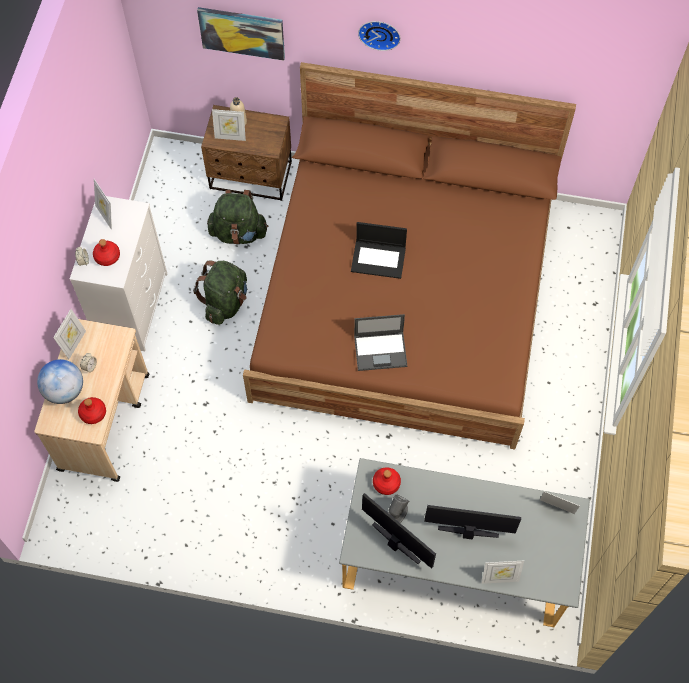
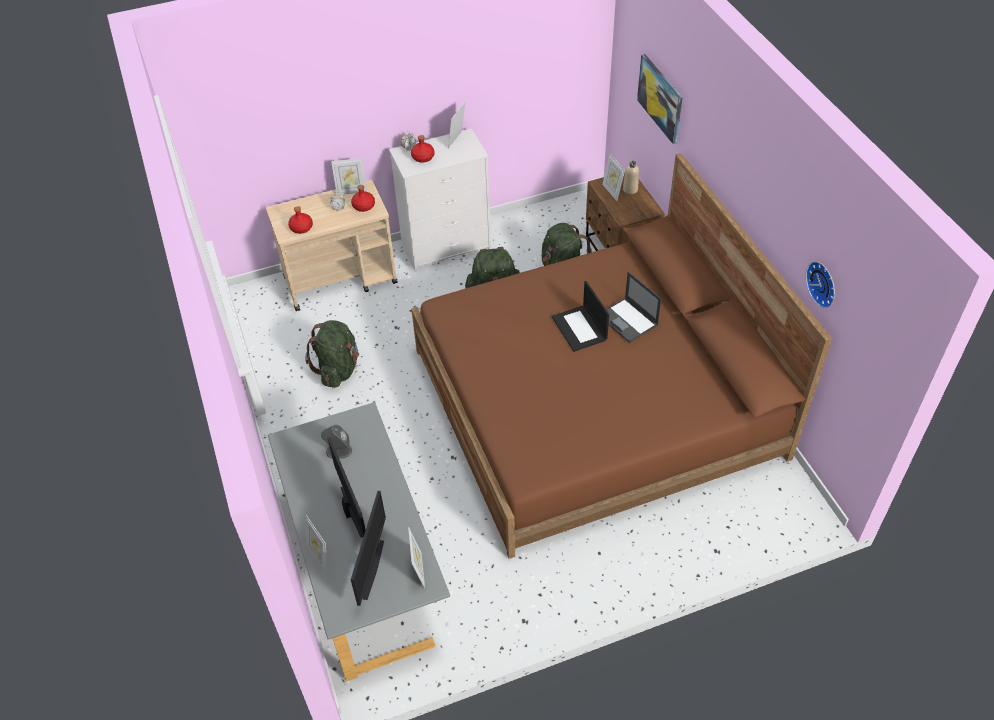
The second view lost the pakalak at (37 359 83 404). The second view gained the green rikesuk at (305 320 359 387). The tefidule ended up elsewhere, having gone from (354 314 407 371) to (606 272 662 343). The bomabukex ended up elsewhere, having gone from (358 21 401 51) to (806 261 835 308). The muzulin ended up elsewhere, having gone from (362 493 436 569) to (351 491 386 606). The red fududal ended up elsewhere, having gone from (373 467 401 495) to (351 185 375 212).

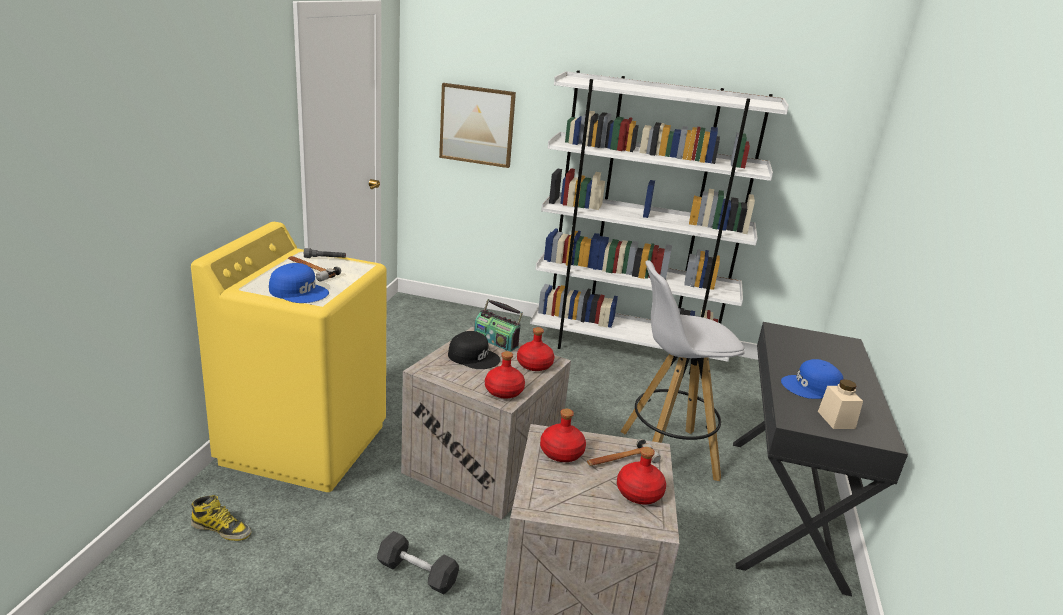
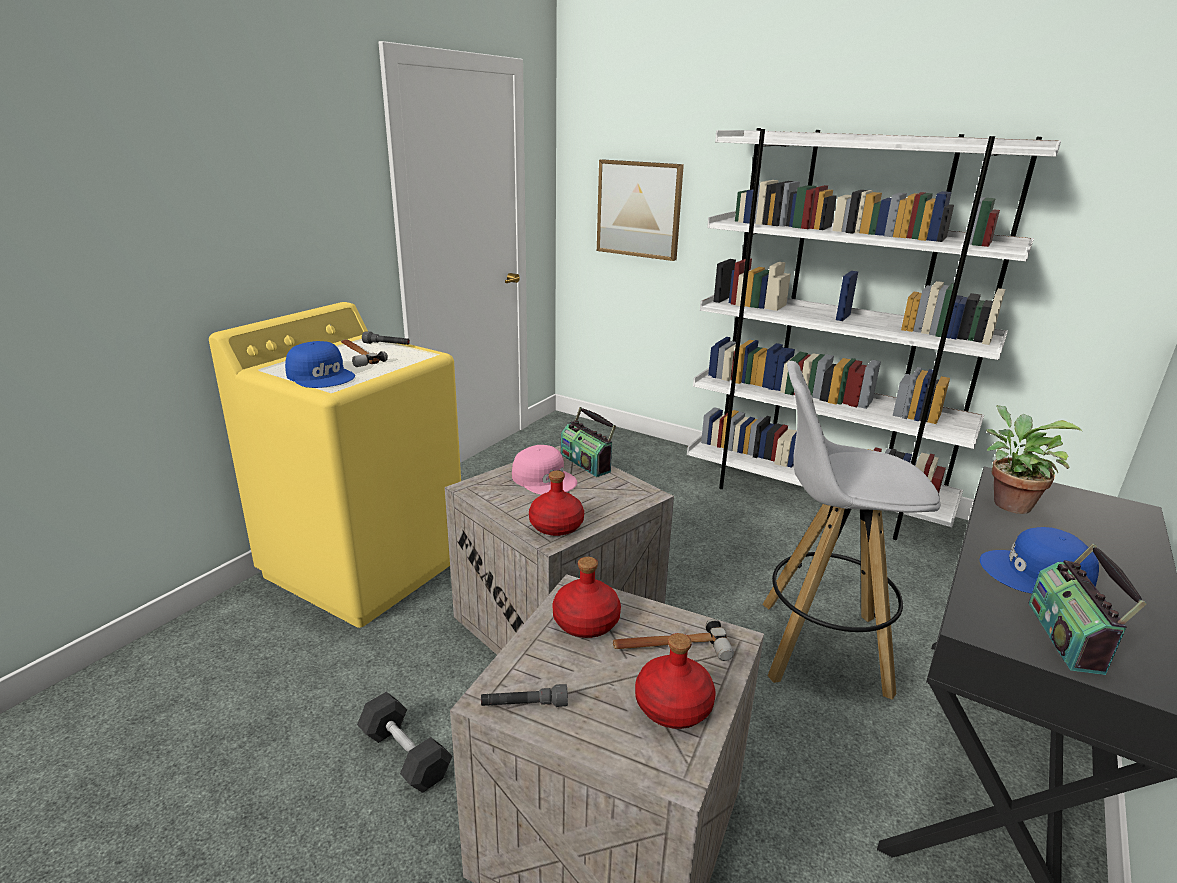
The second view lost the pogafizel at (191 495 251 541). The second view lost the red fududal at (517 327 555 371). The second view gained the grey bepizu at (481 684 568 707). The second view gained the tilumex at (986 405 1083 514). Where the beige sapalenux stood at (818 379 863 429), the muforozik came to stand at (1029 544 1146 675). What was the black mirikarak at (448 331 501 369) turned into the pink mirikarak at (512 445 577 495).

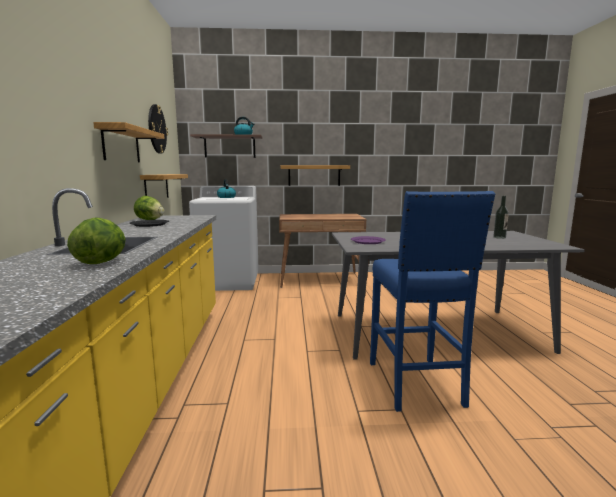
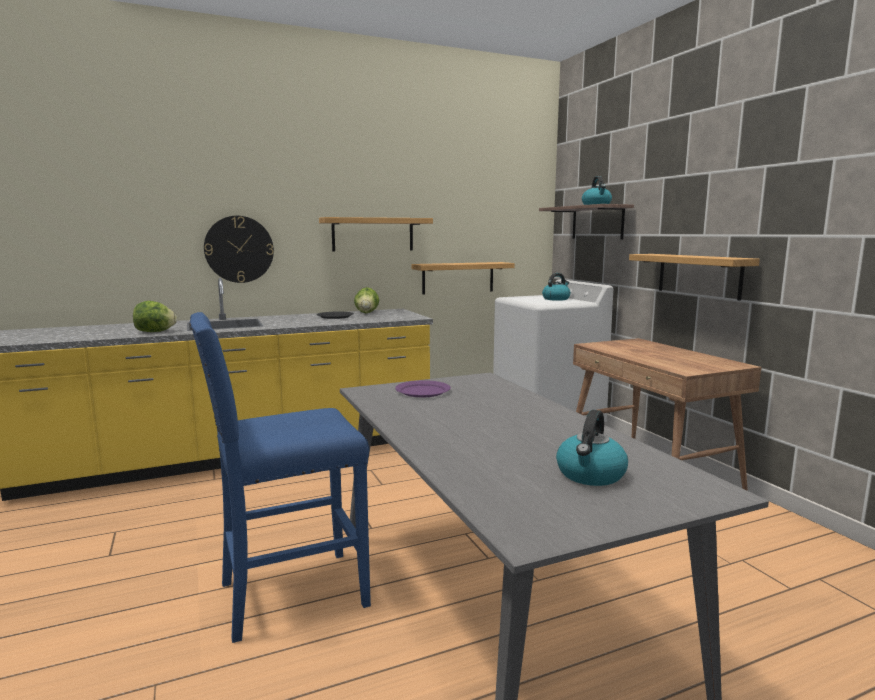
The bomabukex ended up elsewhere, having gone from (148 104 168 153) to (204 216 274 283). Where the fududal stood at (493 196 509 239), the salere came to stand at (556 410 628 486).

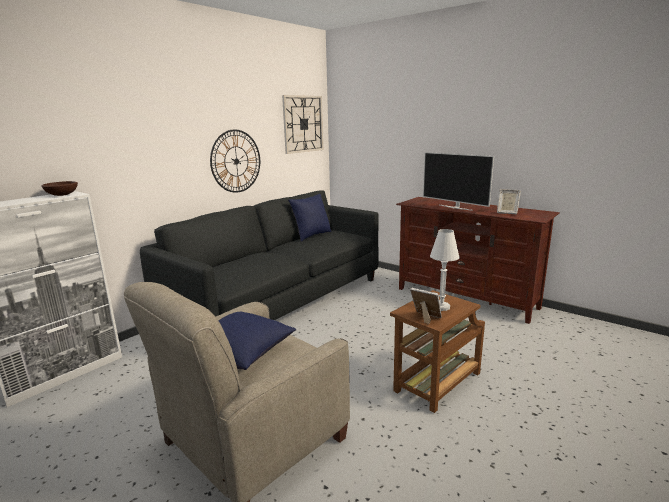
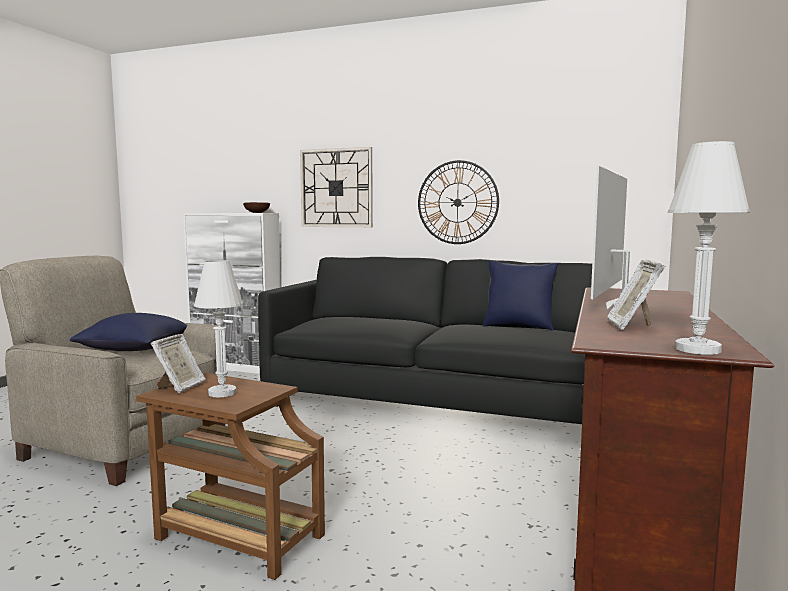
The second view gained the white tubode at (668 141 750 355). The bomabukex ended up elsewhere, having gone from (282 95 323 154) to (300 147 373 227).

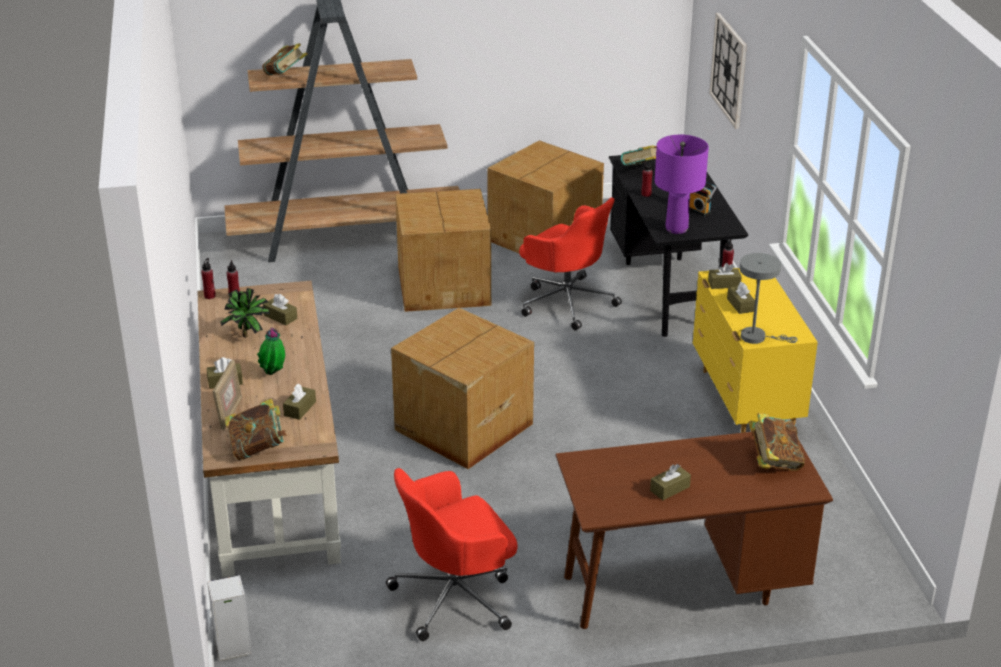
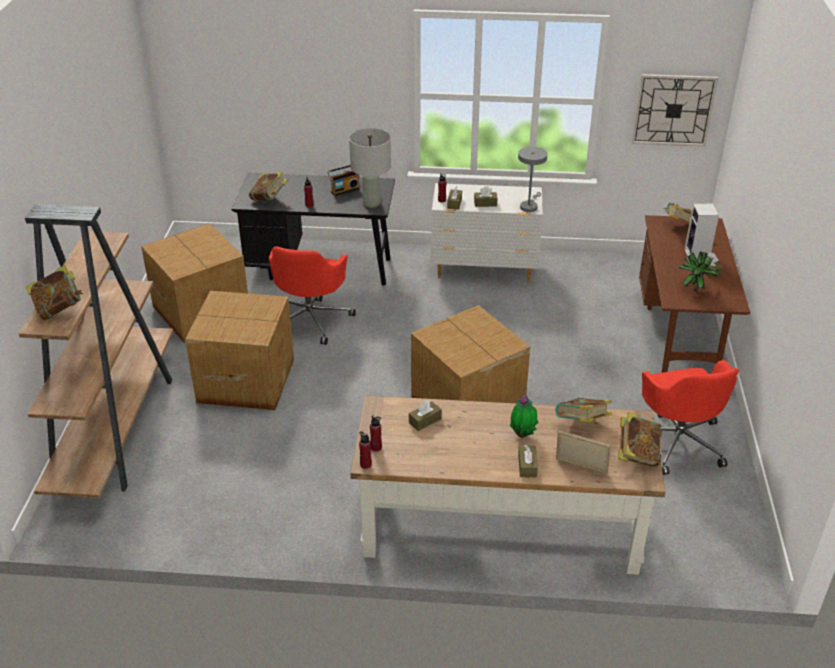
The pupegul ended up elsewhere, having gone from (207 575 252 661) to (684 203 719 259). The tilumex ended up elsewhere, having gone from (220 288 270 337) to (678 252 719 292). The bomabukex ended up elsewhere, having gone from (709 13 747 129) to (632 74 718 147). Where the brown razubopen stood at (283 384 316 420), the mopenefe came to stand at (555 398 612 422). What was the purple tubode at (655 135 709 234) turned into the grey tubode at (349 128 391 208). What was the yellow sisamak at (693 268 818 433) turned into the white sisamak at (431 183 543 282). The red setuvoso at (519 197 622 330) ended up facing another way, 135 degrees clockwise from before.

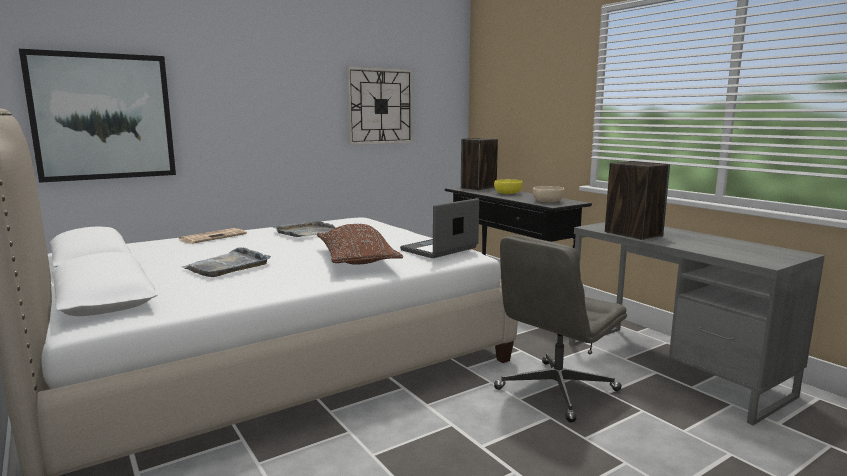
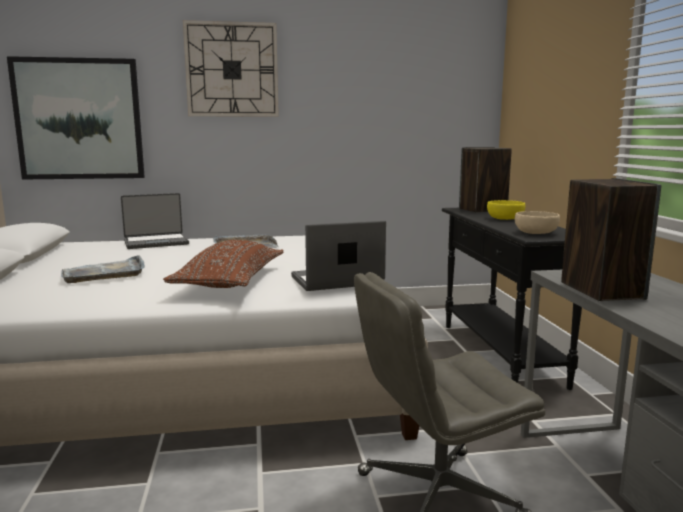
The bomabukex ended up elsewhere, having gone from (346 66 413 145) to (183 20 279 117). Where the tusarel stood at (179 228 247 244), the tefidule came to stand at (121 193 189 249).

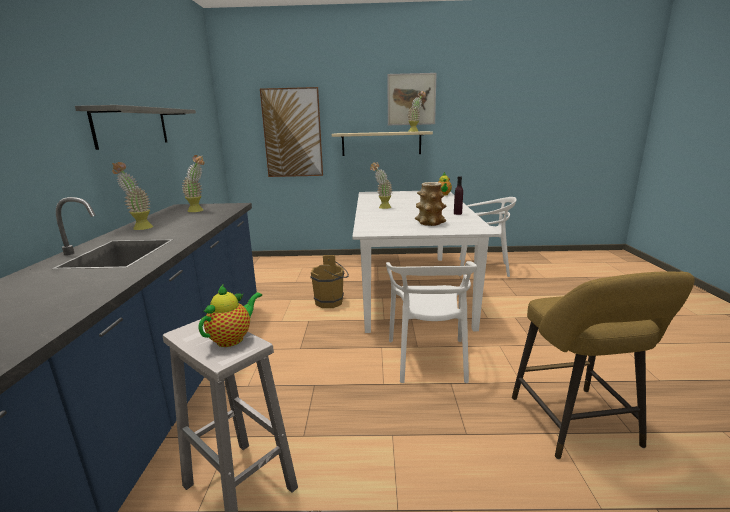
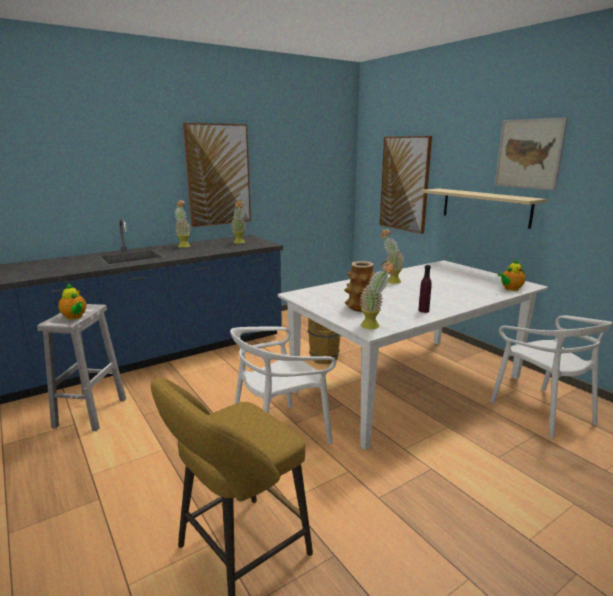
The tilumex ended up elsewhere, having gone from (408 91 426 132) to (360 261 395 329). Where the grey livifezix hung at (75 105 196 150), the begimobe came to hang at (183 123 251 227). The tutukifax at (198 285 262 347) ended up facing another way, 45 degrees clockwise from before.

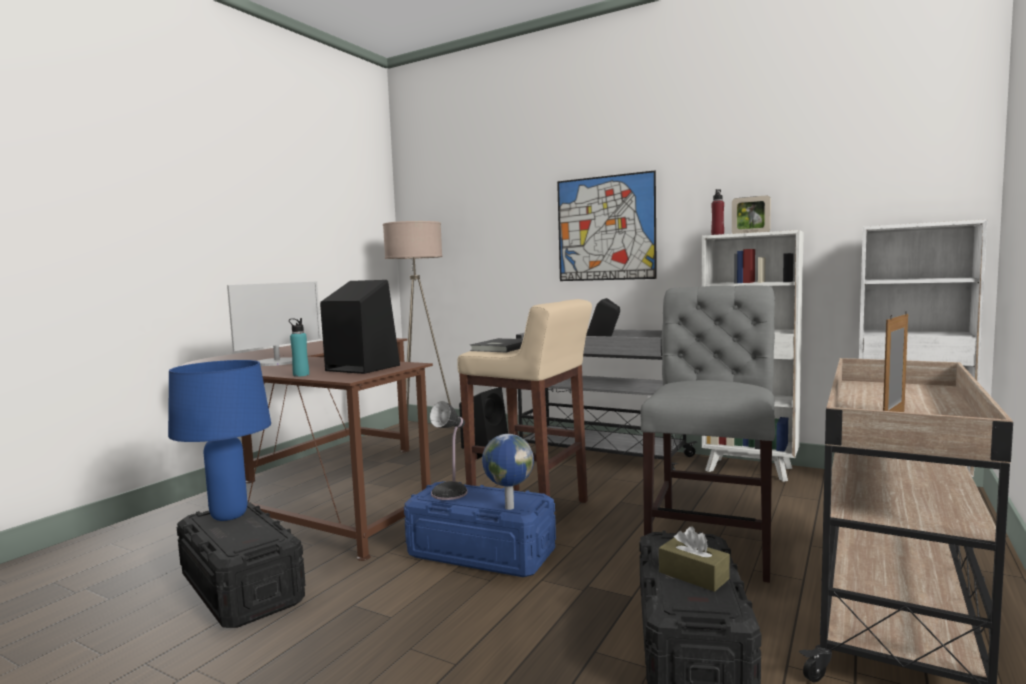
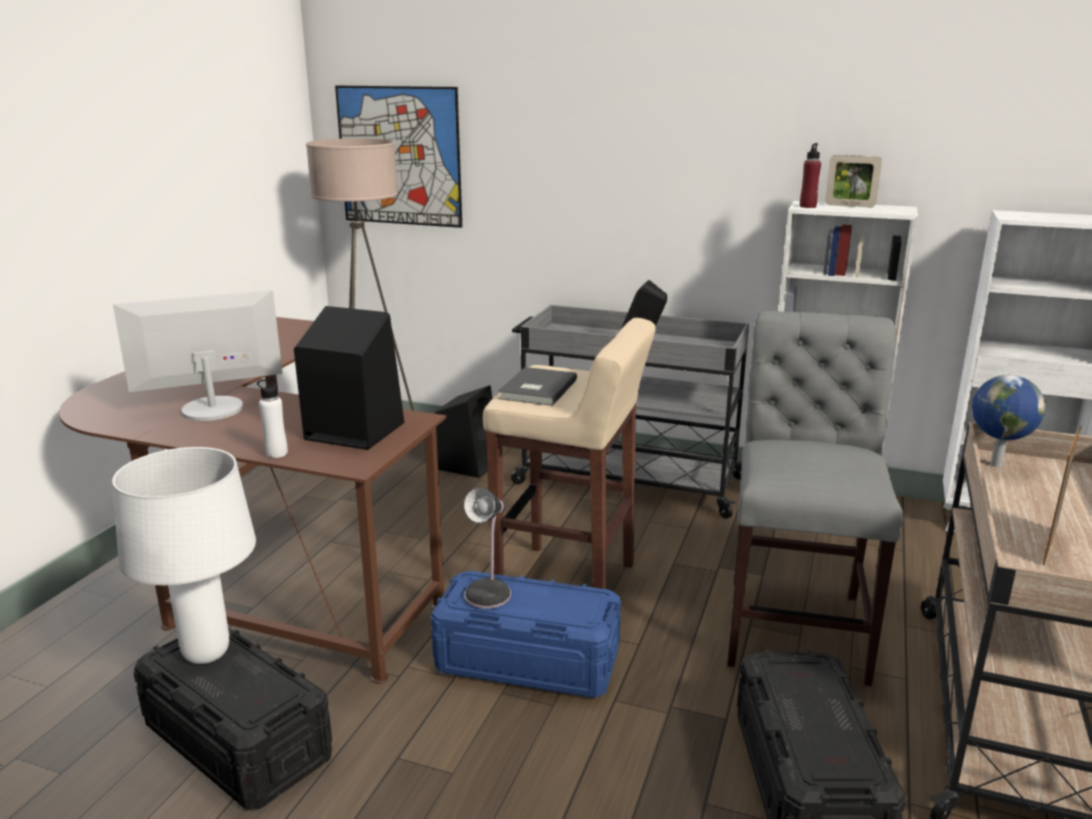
The second view lost the brown razubopen at (659 527 730 592). The pakalak ended up elsewhere, having gone from (482 434 534 510) to (972 375 1046 467). The begimobe ended up elsewhere, having gone from (557 170 657 281) to (335 86 462 228). What was the blue tubode at (168 360 271 521) turned into the white tubode at (112 447 256 664). What was the turquoise fududal at (289 318 309 377) turned into the white fududal at (257 377 288 458). The muzulin at (227 282 321 366) ended up facing another way, 135 degrees counterclockwise from before.

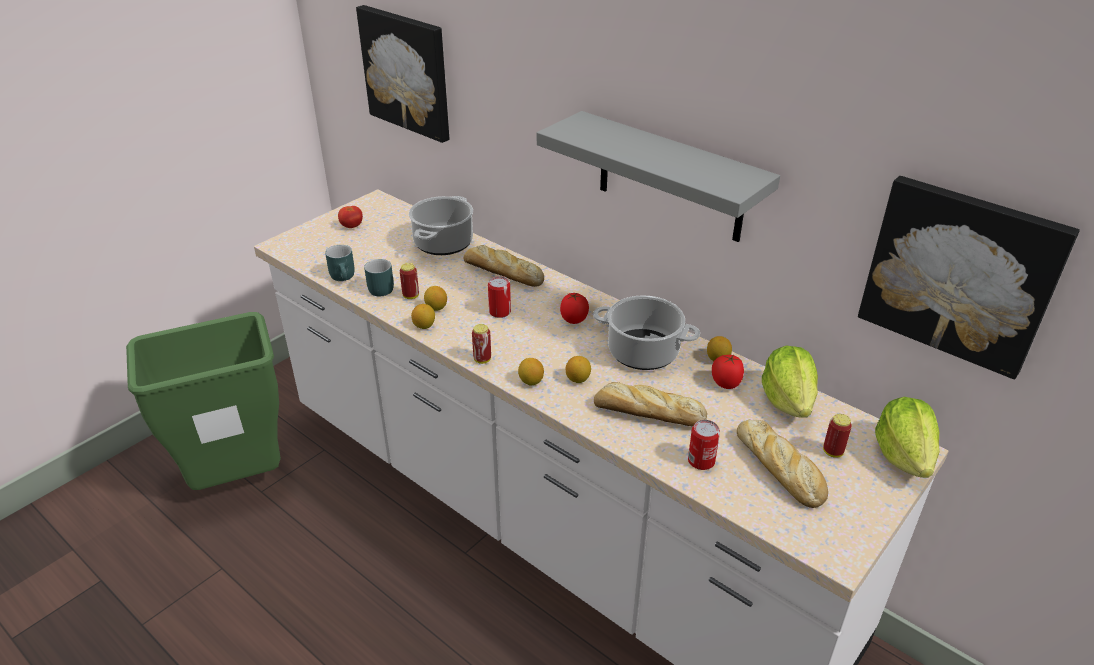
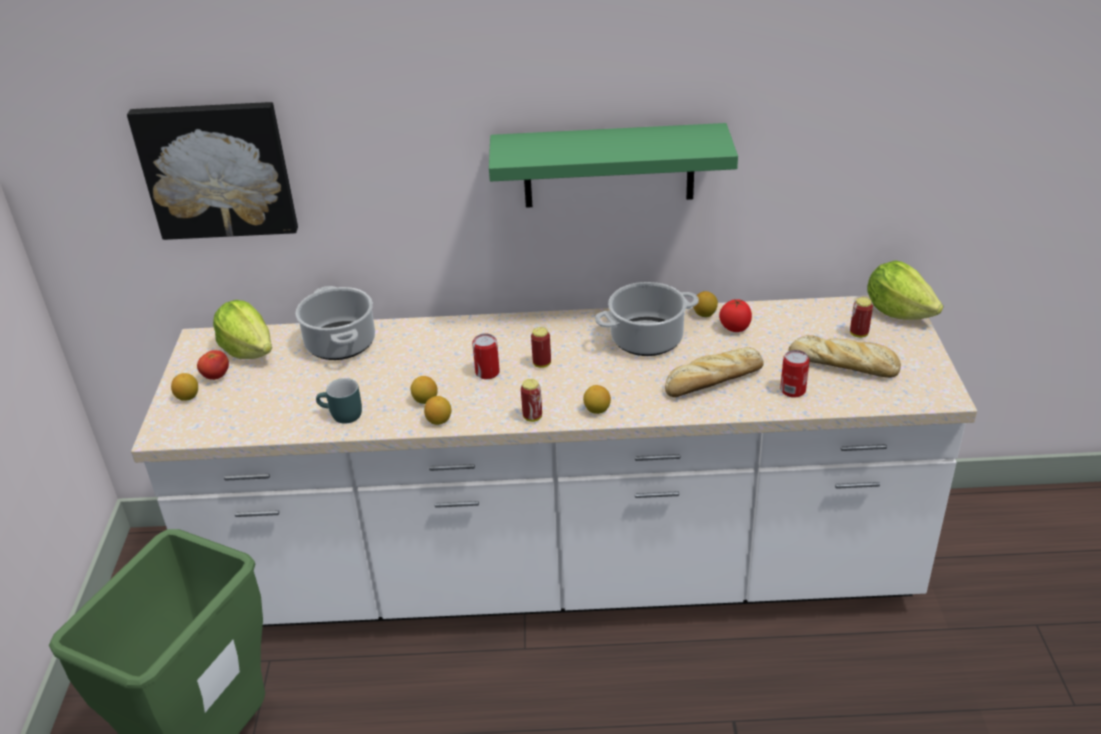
The second view lost the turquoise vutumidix at (325 245 355 281). The second view lost the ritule at (463 245 544 287). The second view lost the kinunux at (560 293 589 324). The second view lost the begimobe at (858 176 1080 379). The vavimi ended up elsewhere, having gone from (400 263 419 299) to (531 327 551 368). The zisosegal ended up elsewhere, having gone from (566 356 591 383) to (171 373 198 401). The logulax ended up elsewhere, having gone from (762 346 818 418) to (213 300 272 359). What was the grey livifezix at (537 111 780 242) turned into the green livifezix at (489 123 738 208).

